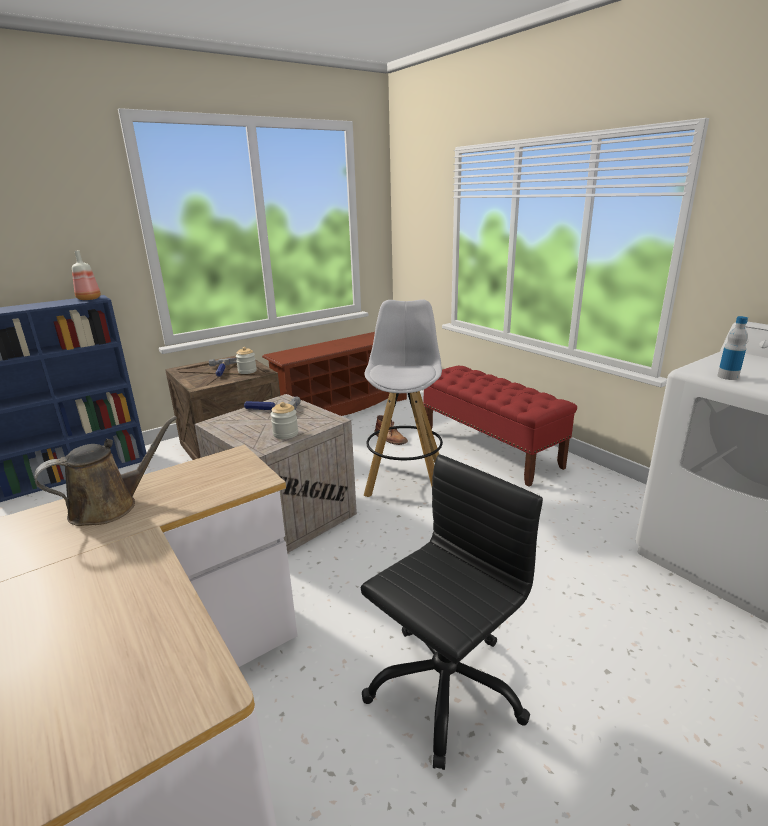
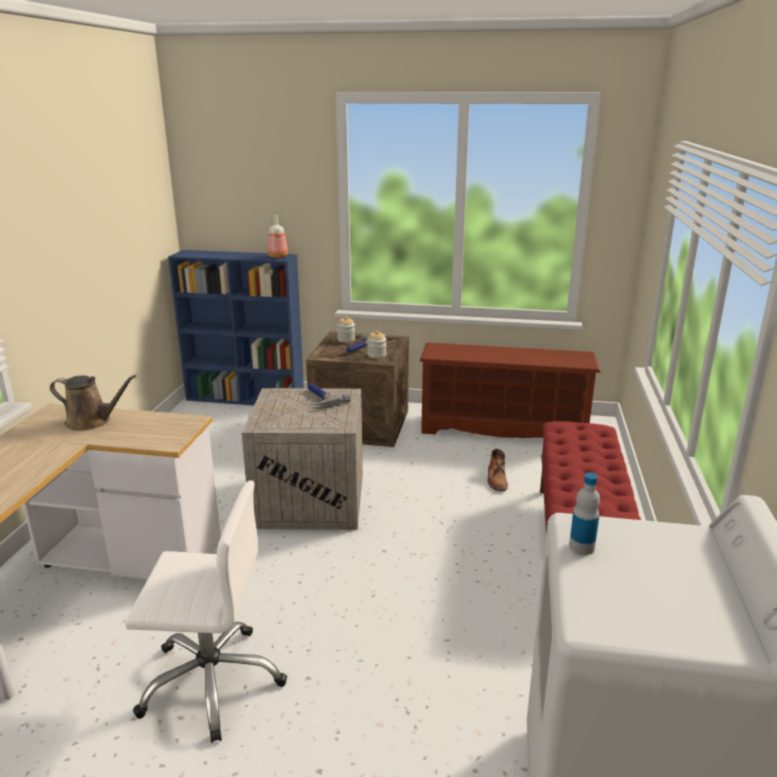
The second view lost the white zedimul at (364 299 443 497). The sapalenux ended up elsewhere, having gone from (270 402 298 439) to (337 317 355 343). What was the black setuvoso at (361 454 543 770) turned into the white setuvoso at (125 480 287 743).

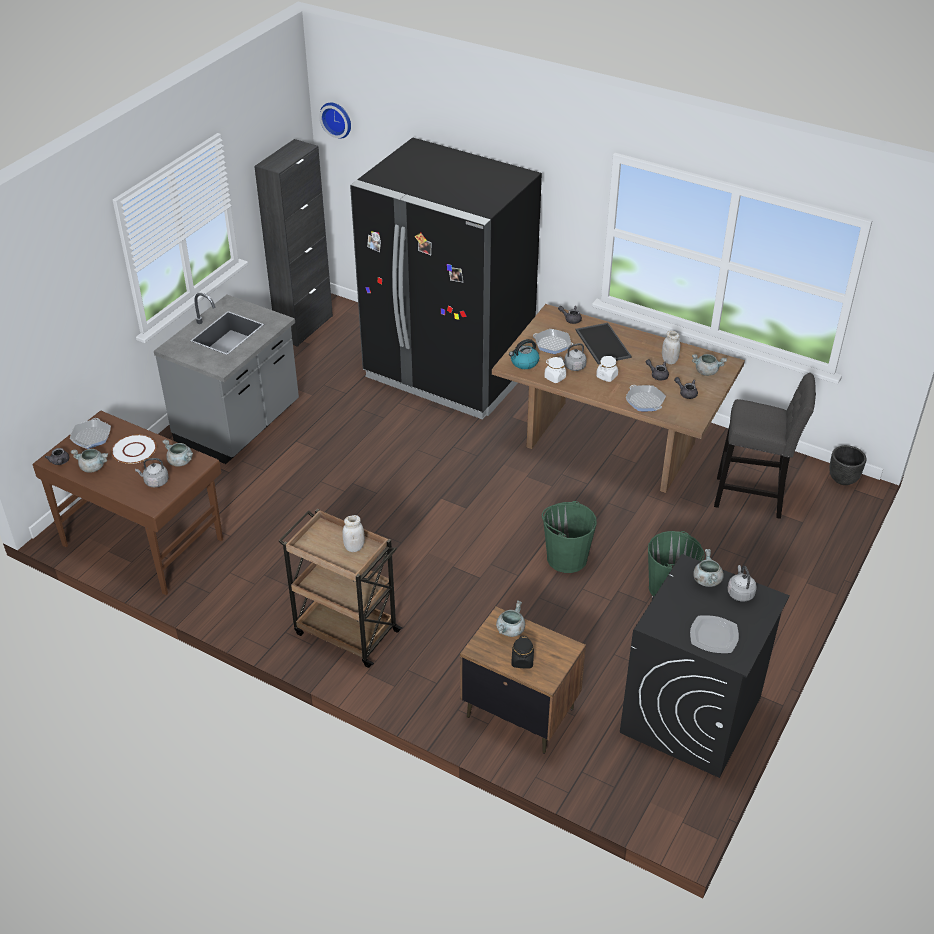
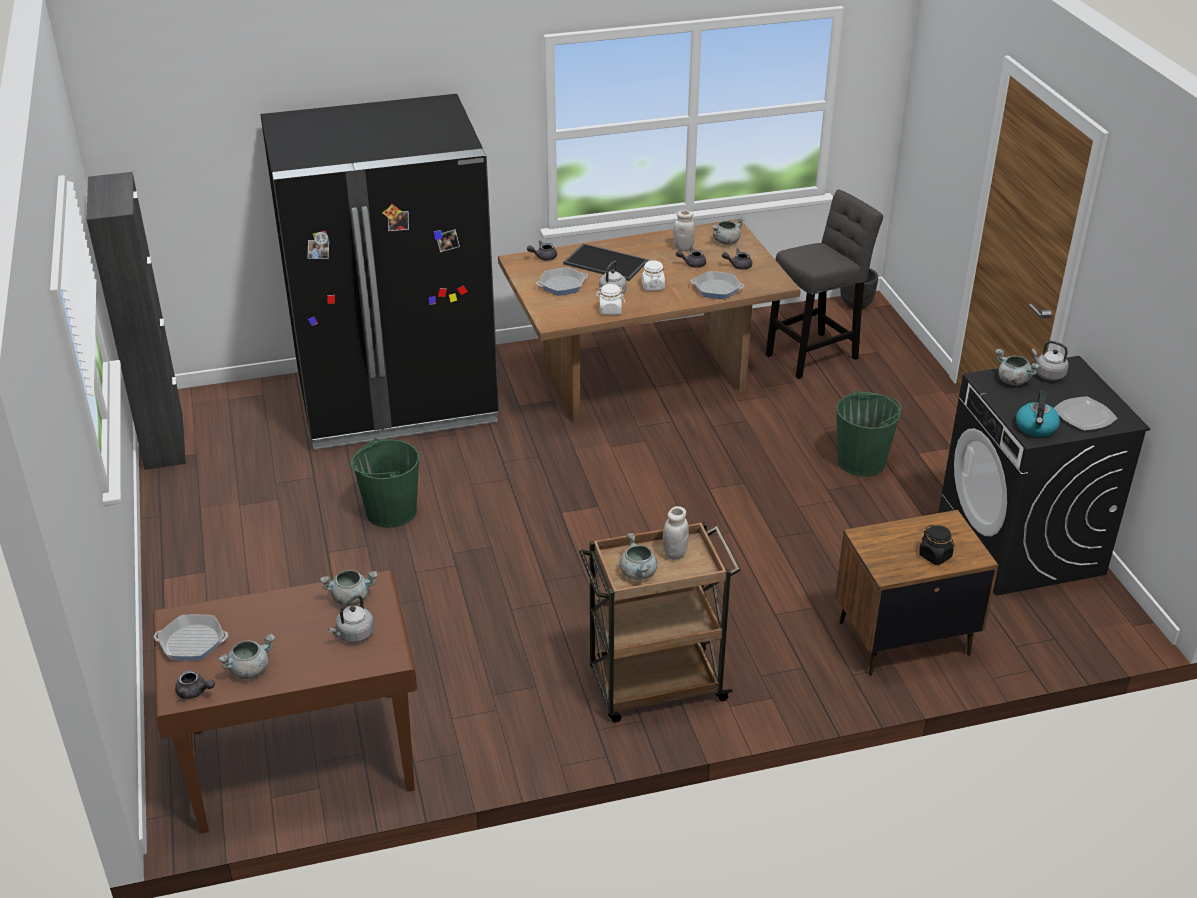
The second view lost the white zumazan at (111 435 157 464). The second view lost the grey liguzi at (154 293 299 464). The second view lost the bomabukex at (319 103 351 139). The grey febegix ended up elsewhere, having gone from (496 600 525 637) to (619 533 658 580). The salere ended up elsewhere, having gone from (509 339 539 369) to (1016 391 1060 437). The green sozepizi ended up elsewhere, having gone from (542 501 597 573) to (350 438 419 528). The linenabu at (70 418 111 449) ended up facing another way, 135 degrees clockwise from before.

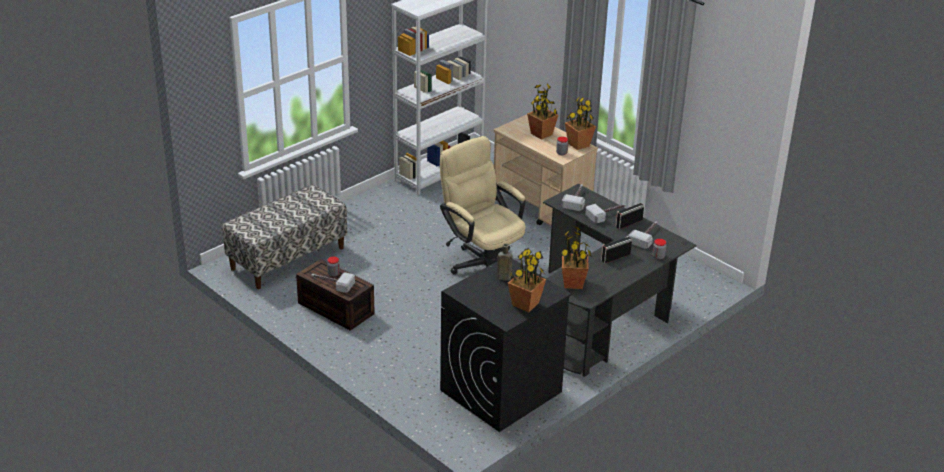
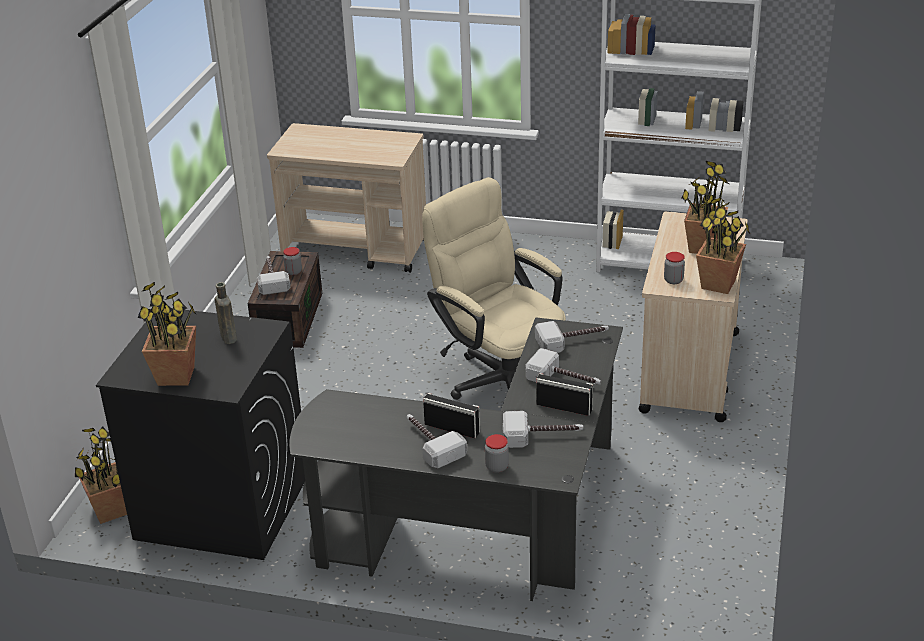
The second view gained the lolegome at (407 414 467 469). The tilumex ended up elsewhere, having gone from (560 226 592 289) to (75 427 127 524). Where the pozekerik stood at (222 185 347 289), the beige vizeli came to stand at (267 123 426 273). The beige setuvoso at (440 136 526 274) ended up facing another way, 60 degrees counterclockwise from before.

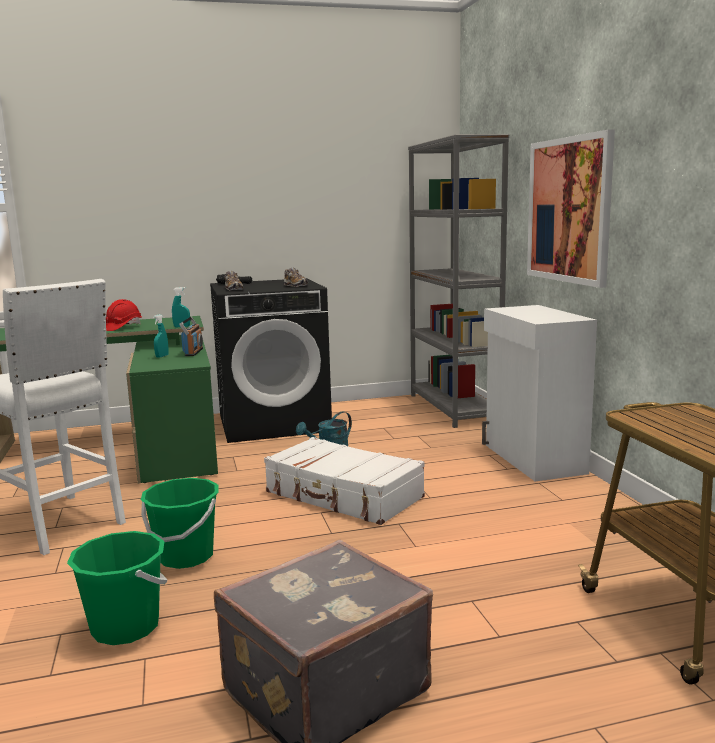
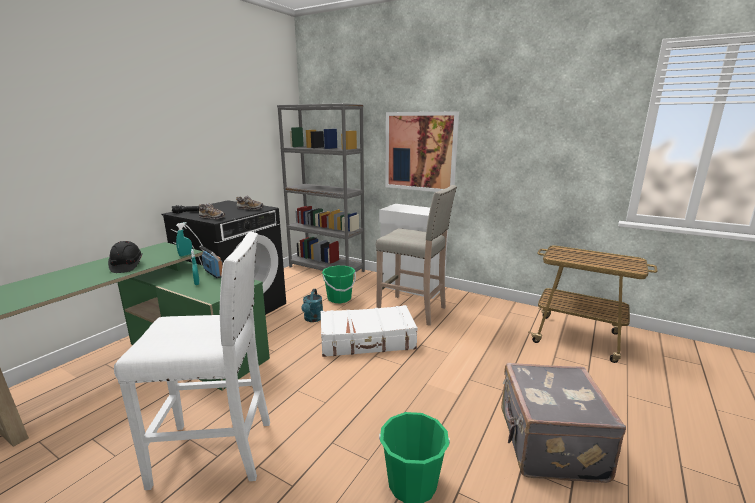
The second view gained the beige zedimul at (376 185 457 326). The green sozepizi ended up elsewhere, having gone from (141 478 219 569) to (322 266 356 303). What was the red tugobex at (106 299 142 331) turned into the black tugobex at (108 241 143 273).

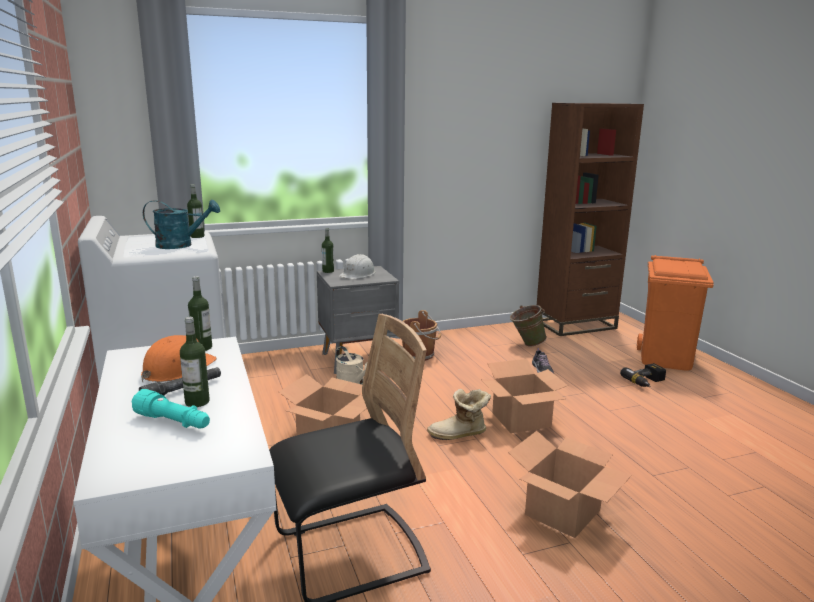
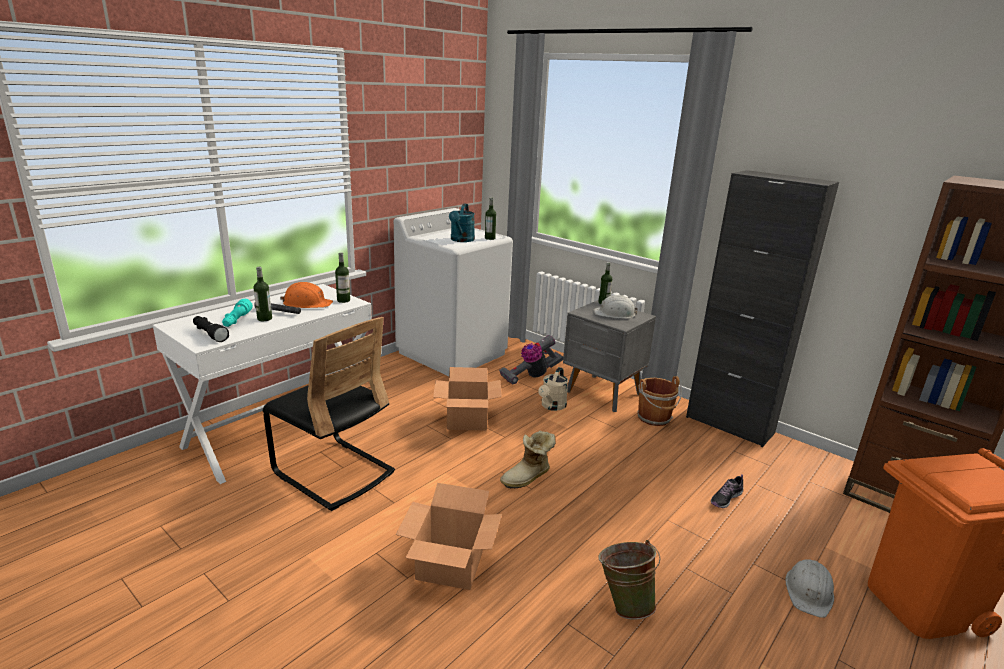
The second view lost the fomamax at (481 359 568 433). The second view gained the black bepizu at (193 316 229 342). The second view gained the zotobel at (499 335 563 385). The second view gained the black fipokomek at (686 170 839 447). The green sozepizi ended up elsewhere, having gone from (510 305 547 346) to (598 540 661 620). Where the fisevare stood at (620 363 666 387), the white tugobex came to stand at (785 559 834 618). The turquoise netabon at (143 200 220 249) ended up facing another way, 45 degrees clockwise from before. The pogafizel at (427 389 491 440) ended up facing another way, 90 degrees counterclockwise from before.

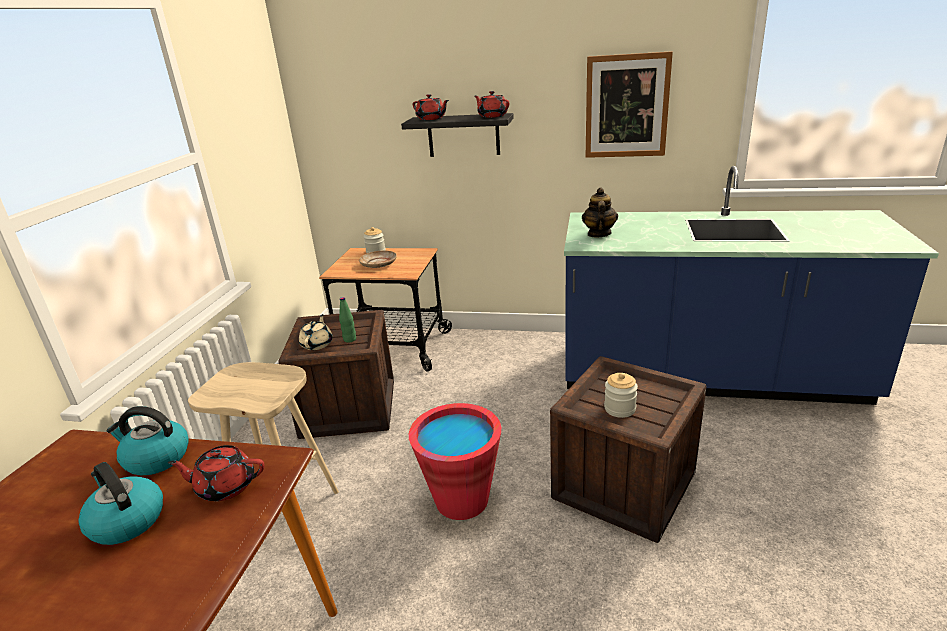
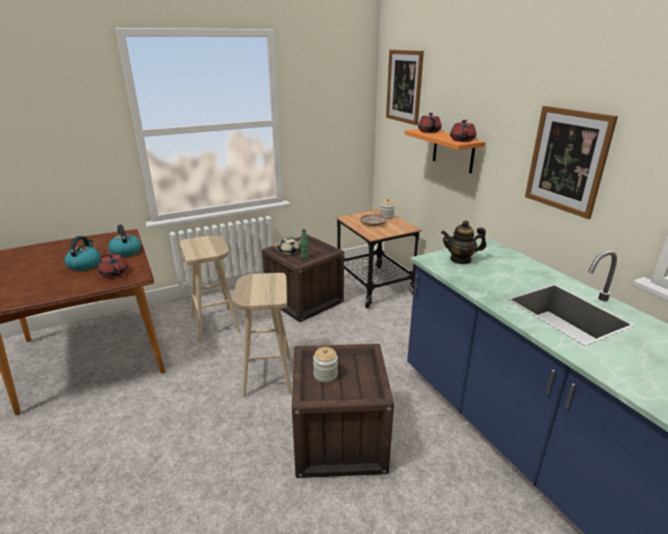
The second view gained the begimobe at (386 50 424 125). Where the red sozepizi stood at (409 403 501 520), the beige zedimul came to stand at (233 273 292 397). What was the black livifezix at (401 113 514 157) turned into the orange livifezix at (405 129 485 173). The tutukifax at (582 187 618 237) ended up facing another way, 150 degrees counterclockwise from before.

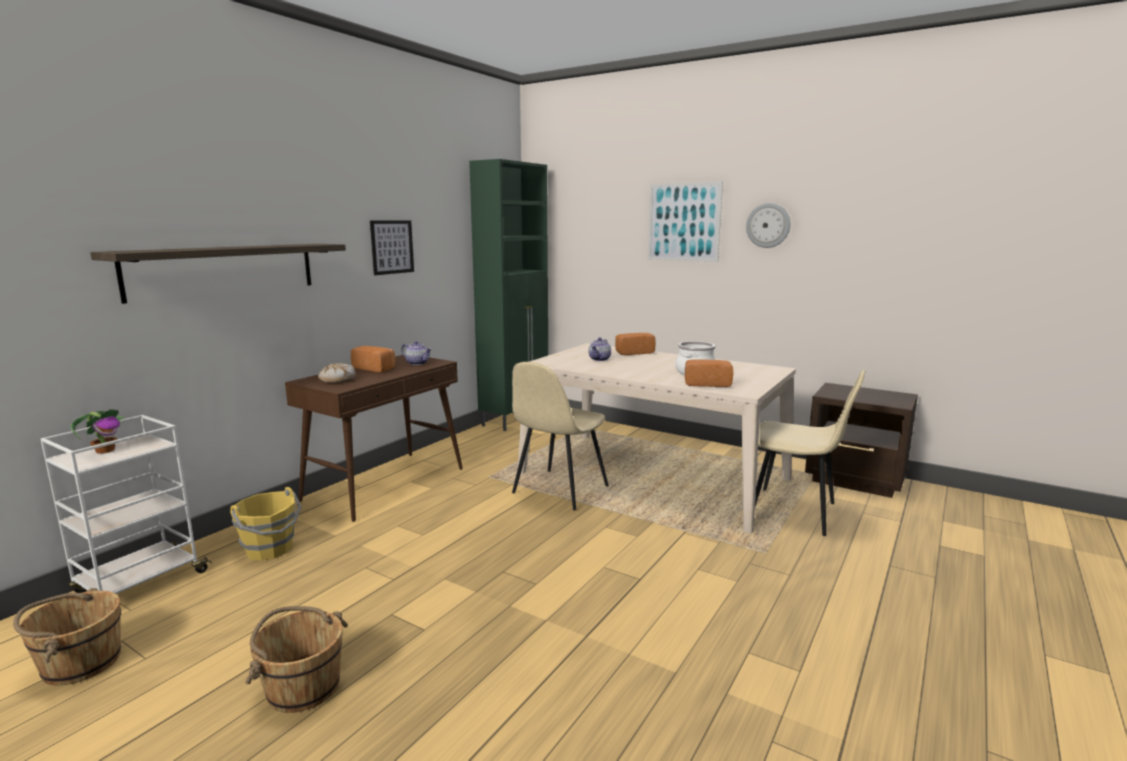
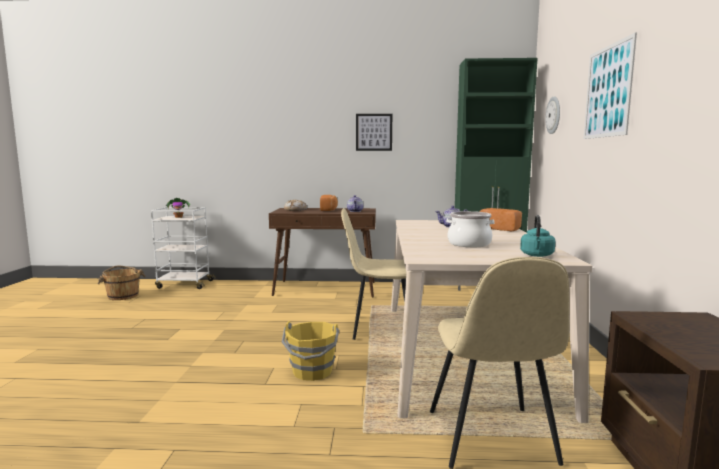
The second view lost the livifezix at (90 244 346 304). The second view lost the brown sozepizi at (245 606 348 713). The second view lost the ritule at (685 359 733 387). The second view gained the turquoise salere at (520 215 555 257). The yellow sozepizi ended up elsewhere, having gone from (230 487 302 561) to (282 321 339 381). The bomabukex ended up elsewhere, having gone from (746 203 791 248) to (545 96 560 134).

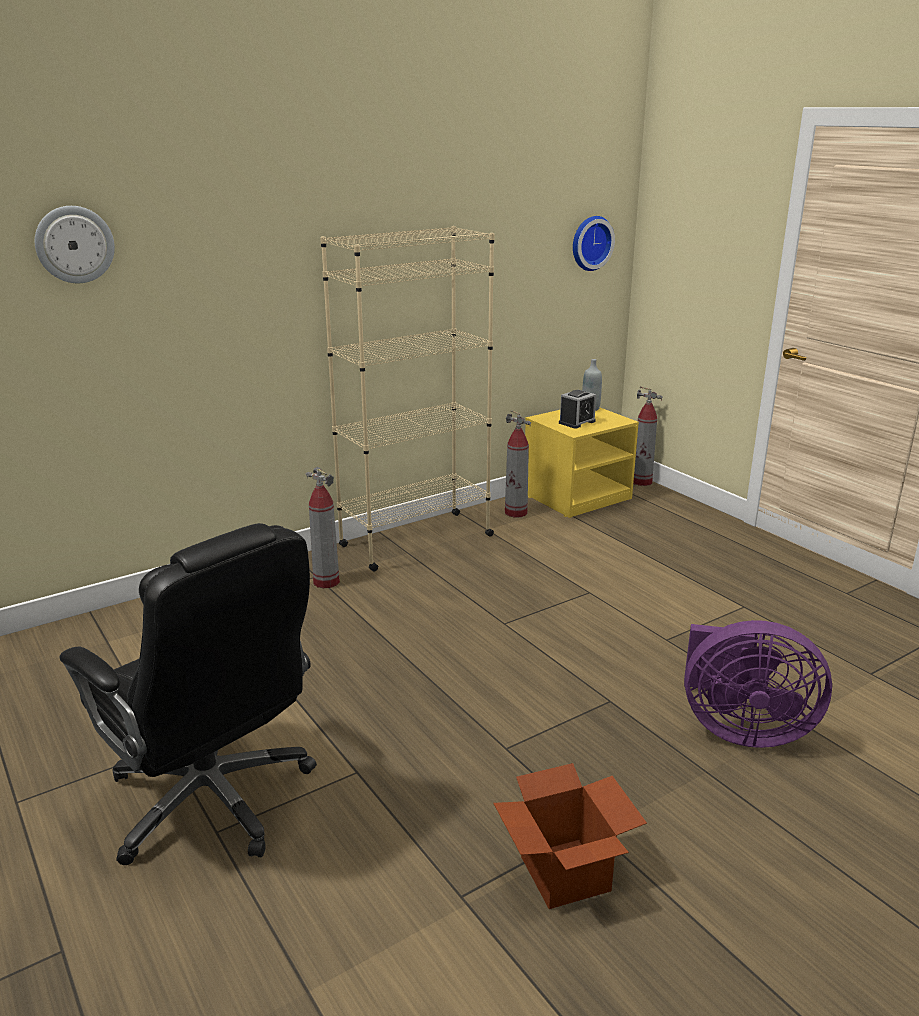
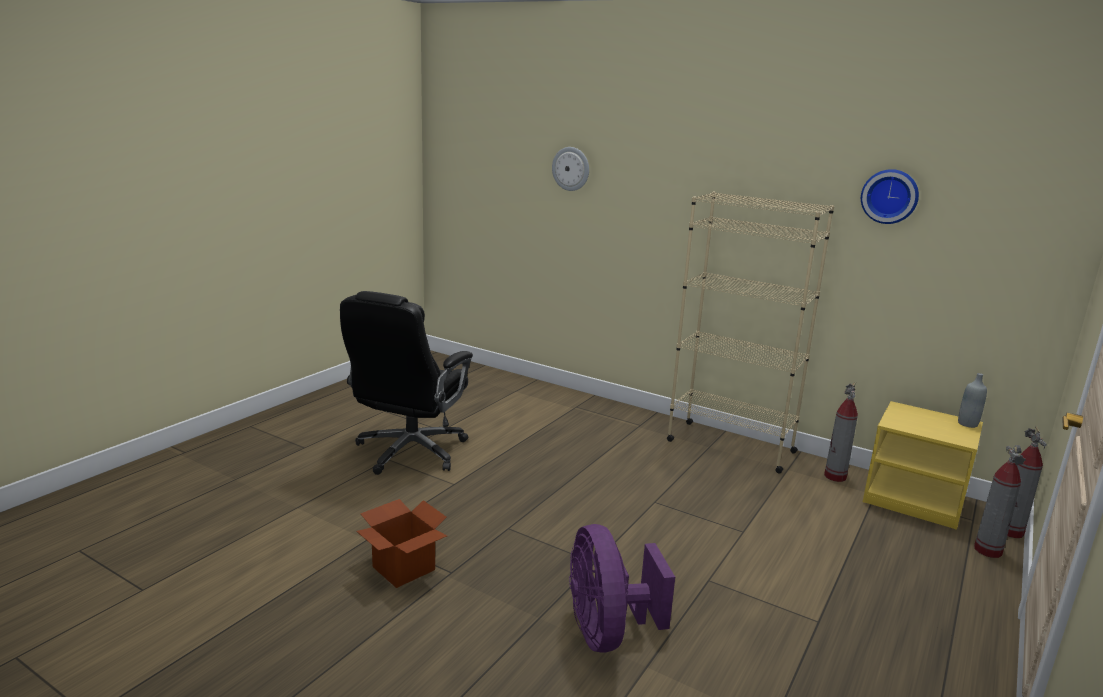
The second view lost the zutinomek at (559 390 596 429). The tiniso ended up elsewhere, having gone from (306 467 340 588) to (974 445 1026 558). The bomabukex ended up elsewhere, having gone from (573 216 615 271) to (861 169 919 224).

